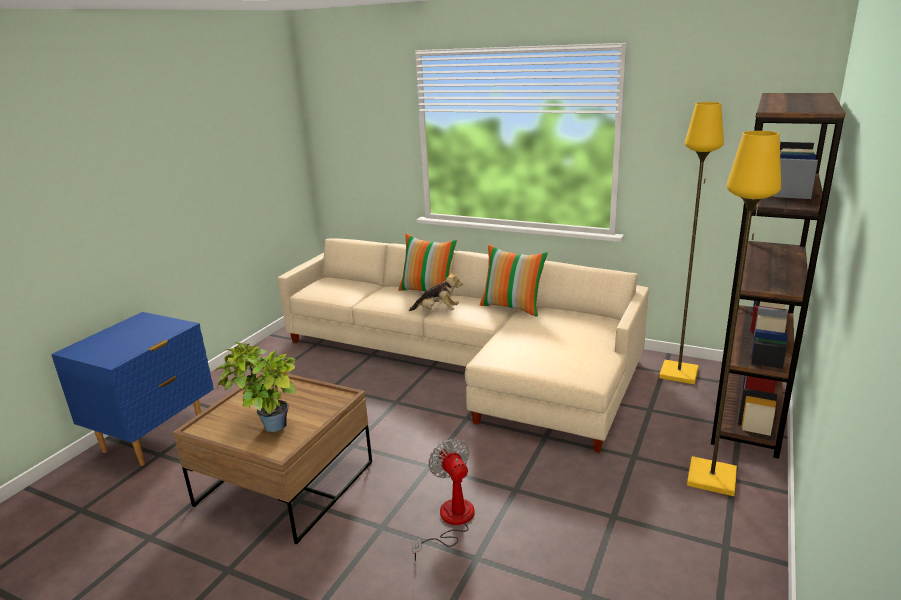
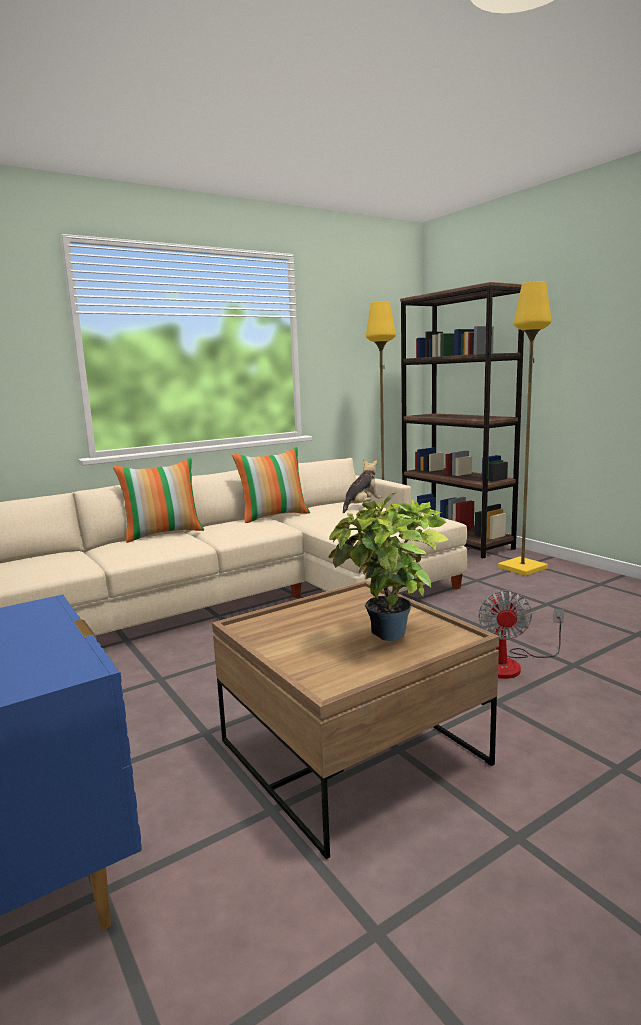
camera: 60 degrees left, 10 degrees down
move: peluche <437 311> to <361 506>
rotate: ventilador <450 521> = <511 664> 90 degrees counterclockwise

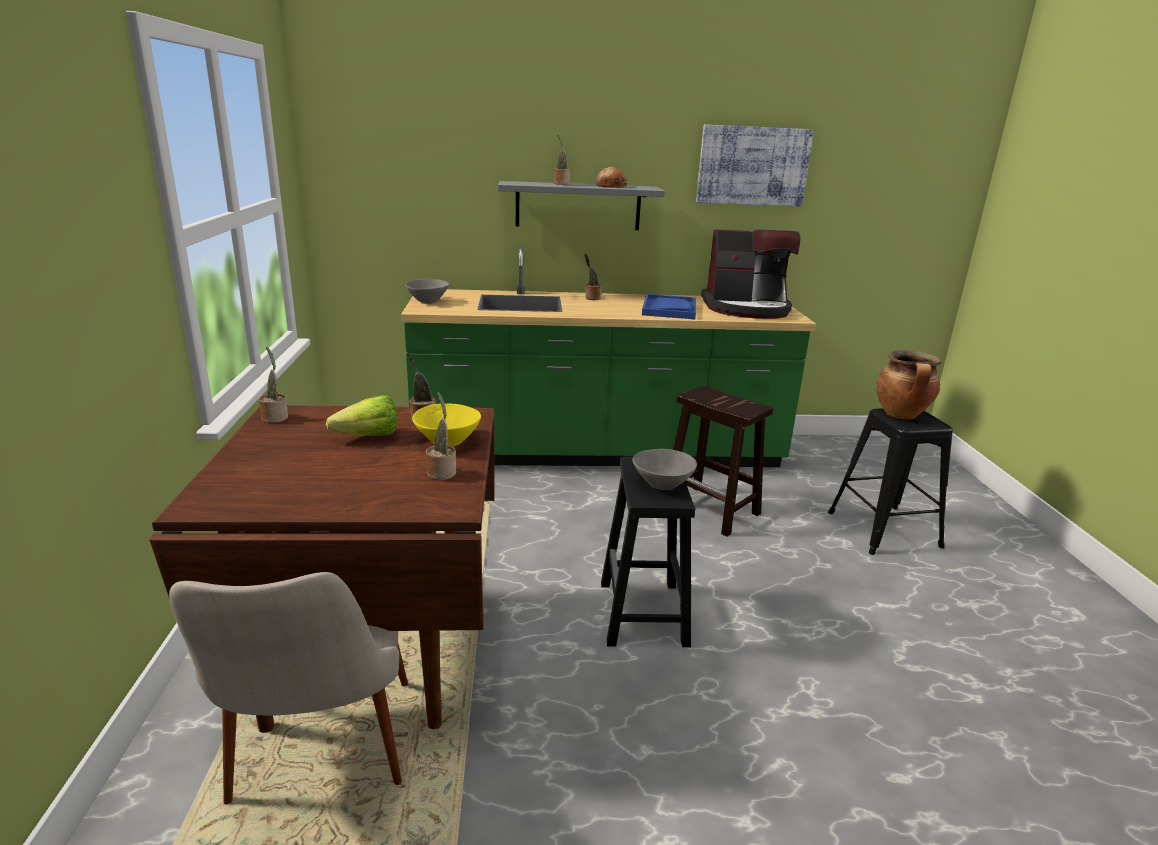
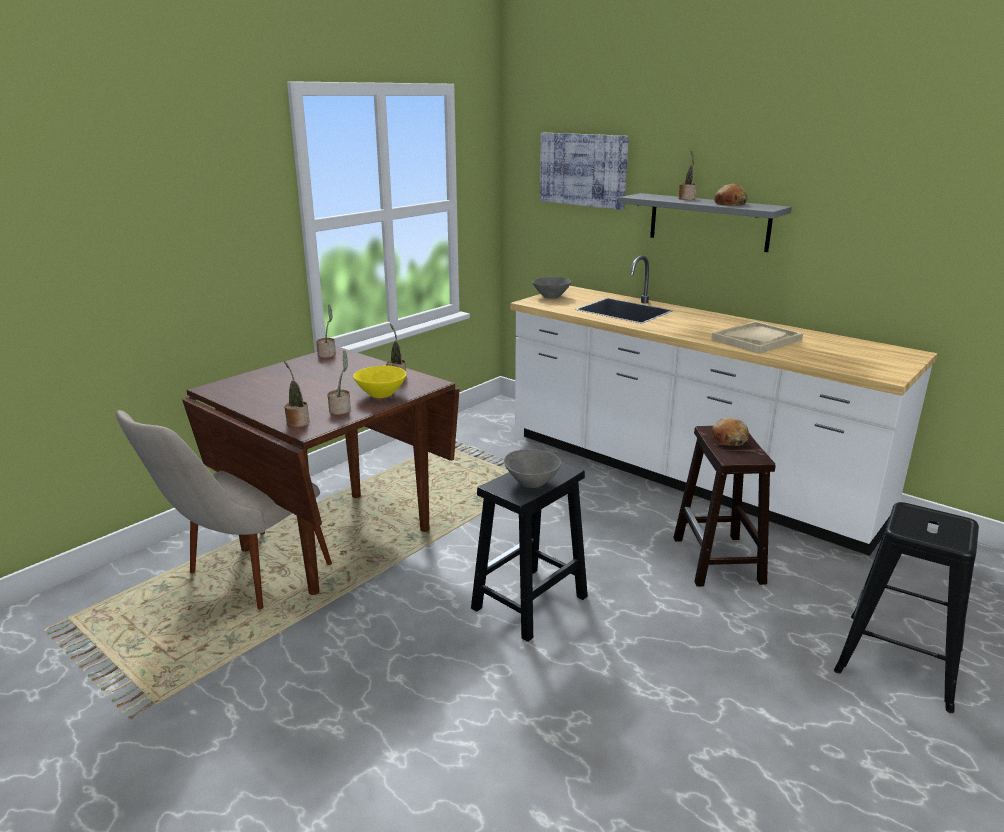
camera: 45 degrees right, 0 degrees up
delete: lechuga <363 437>; cafetera <746 308>; olla <901 415>
insert: pan <728 439>
move: planta en maceta <591 298> to <297 422>; cuadro <753 166> to <583 170>
recolor: mueble bajo de cocina [verde] <598 453> to mueble bajo de cocina [blanco] <684 477>; bandeja [azul] <669 309> to bandeja [beis] <756 339>

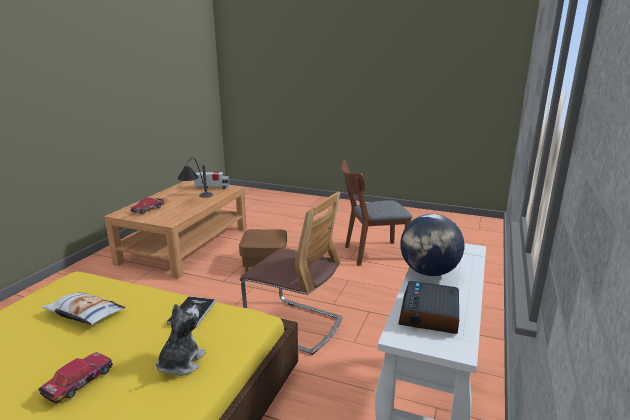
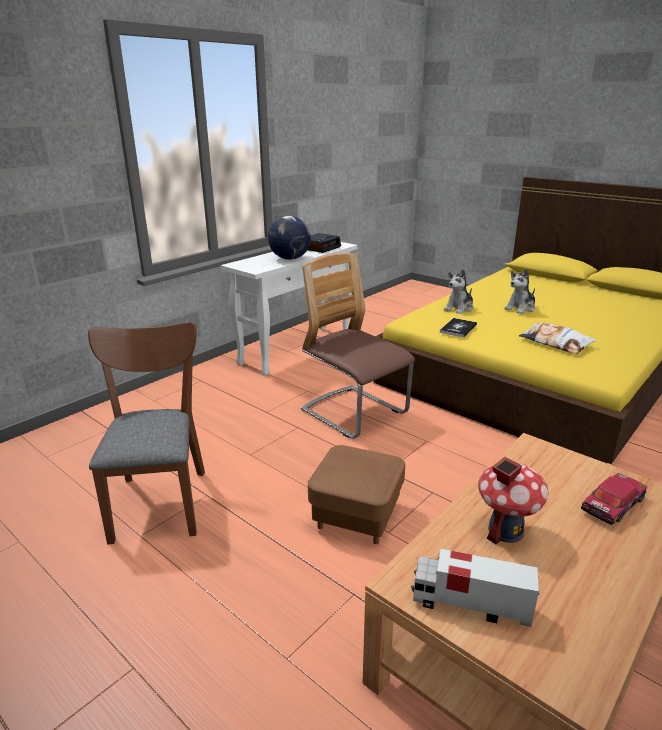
camera: 160 degrees left, 5 degrees up
replace: coche de juguete <78 382> to peluche <520 308>; lámpara de mesa <196 199> to casita <505 530>
rotate: silla [marrón] <371 253> = <160 498> 105 degrees counterclockwise

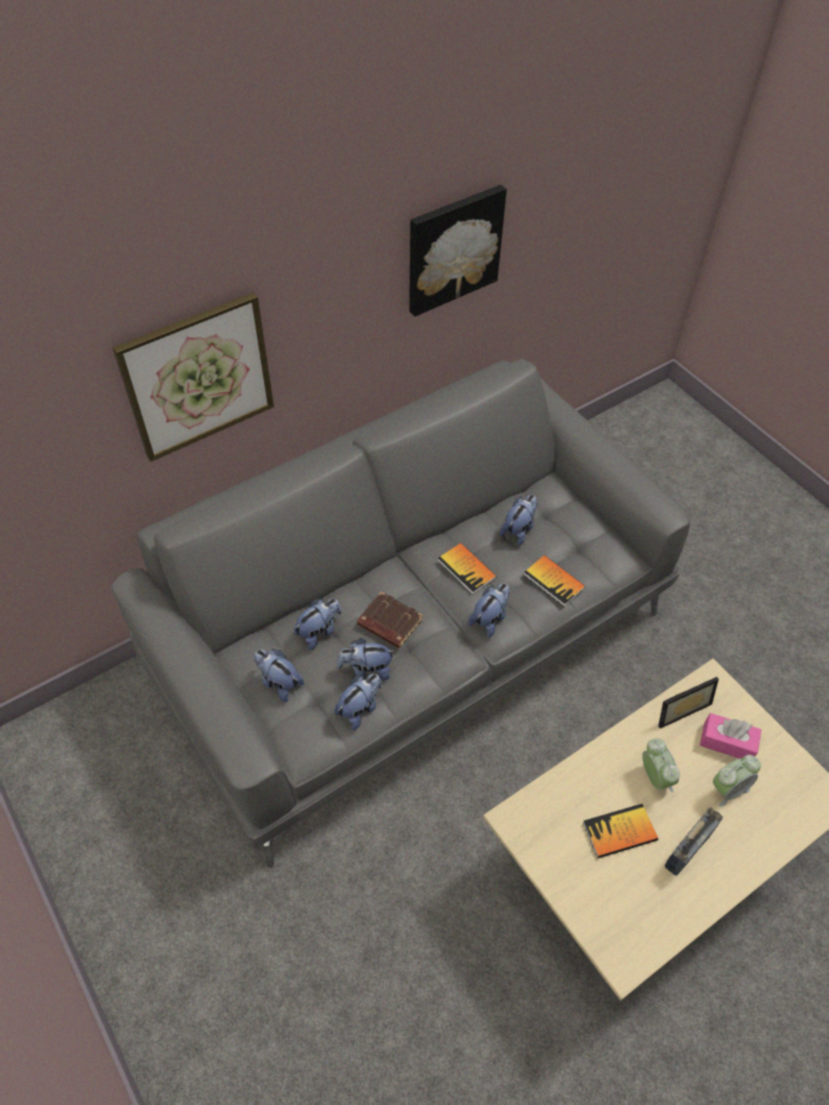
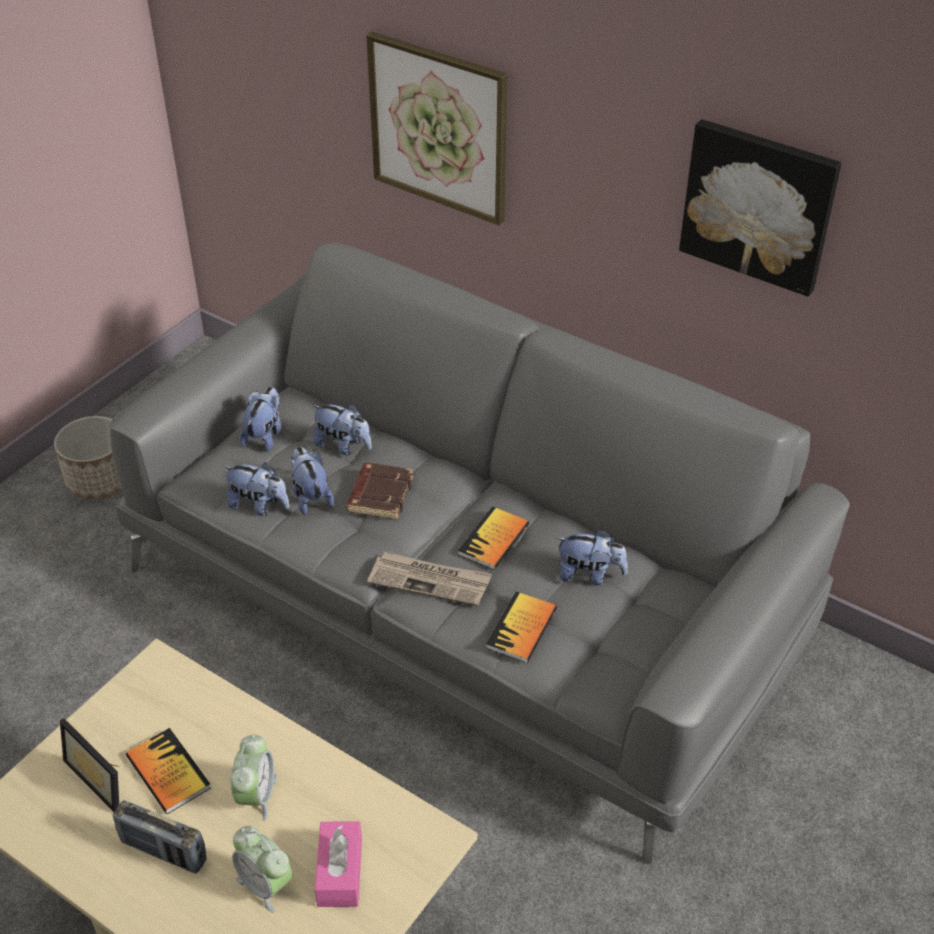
camera: 70 degrees right, 10 degrees down
insert: maceta <99 480>
move: portarretratos <679 707> to <103 776>
replace: peluche <490 619> to periódico <430 581>
rotate: despertador <655 777> = <256 795> 45 degrees counterclockwise

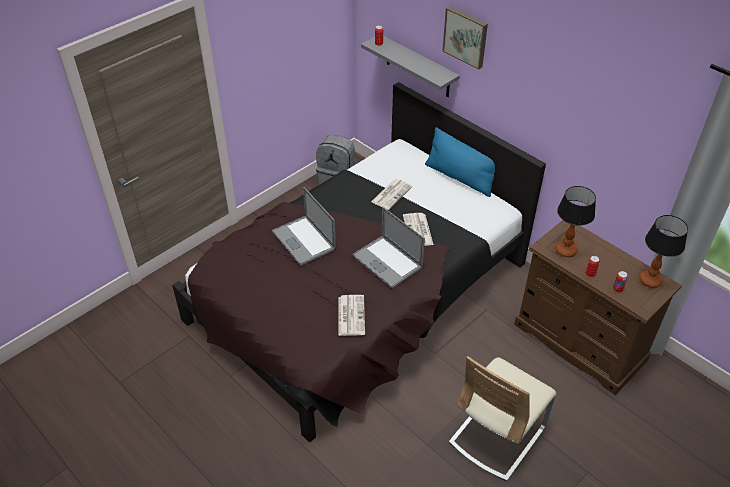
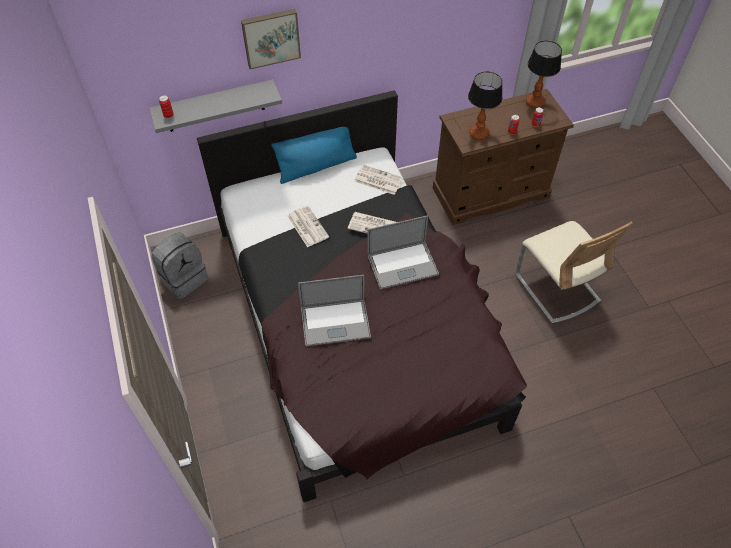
camera: 65 degrees left, 10 degrees up
move: periódico <351 315> to <377 180>

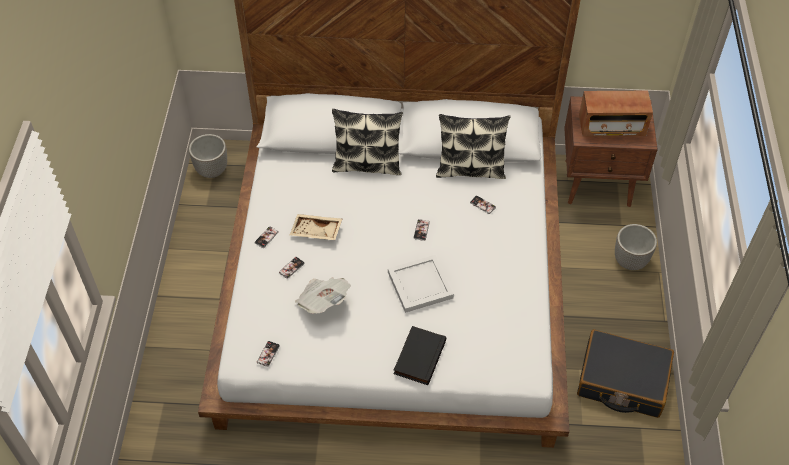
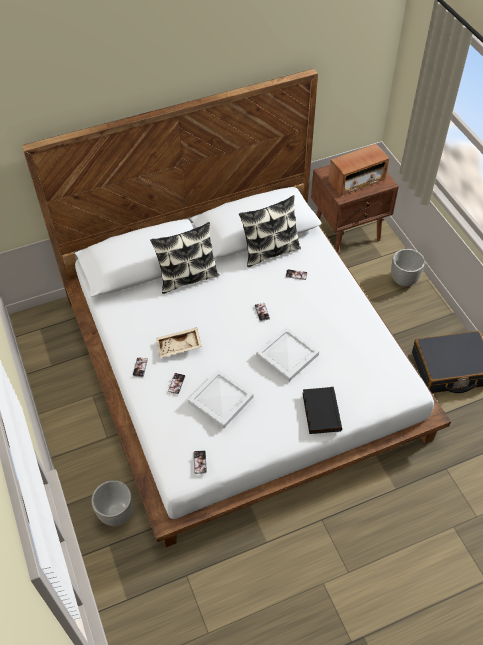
camera: 25 degrees left, 0 degrees up
move: maceta <212 170> to <117 513>
replace: periódico <323 301> to bandeja [blanco] <219 400>

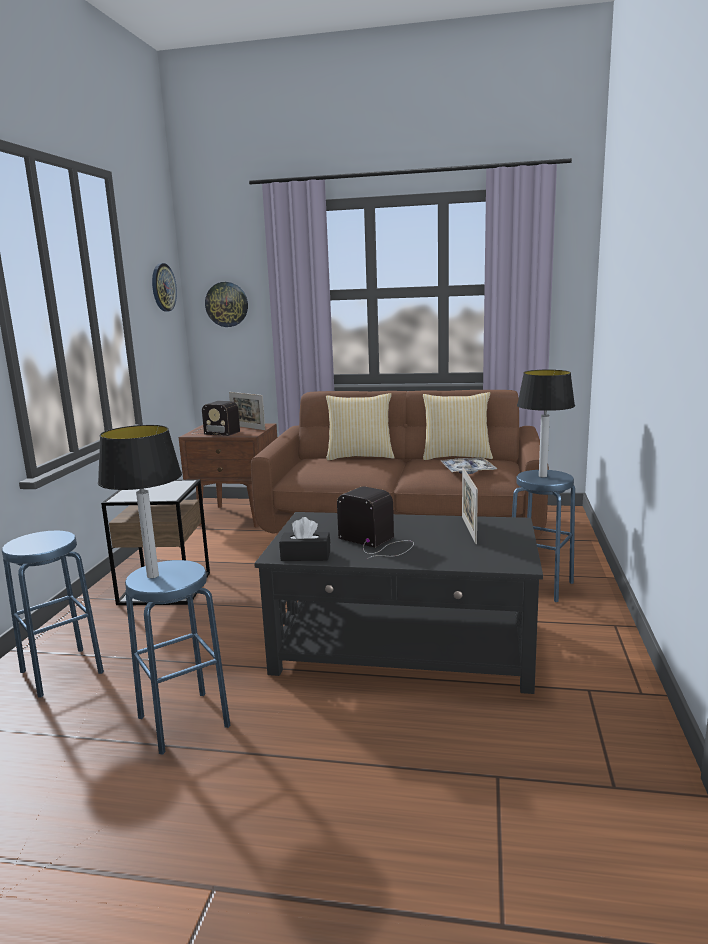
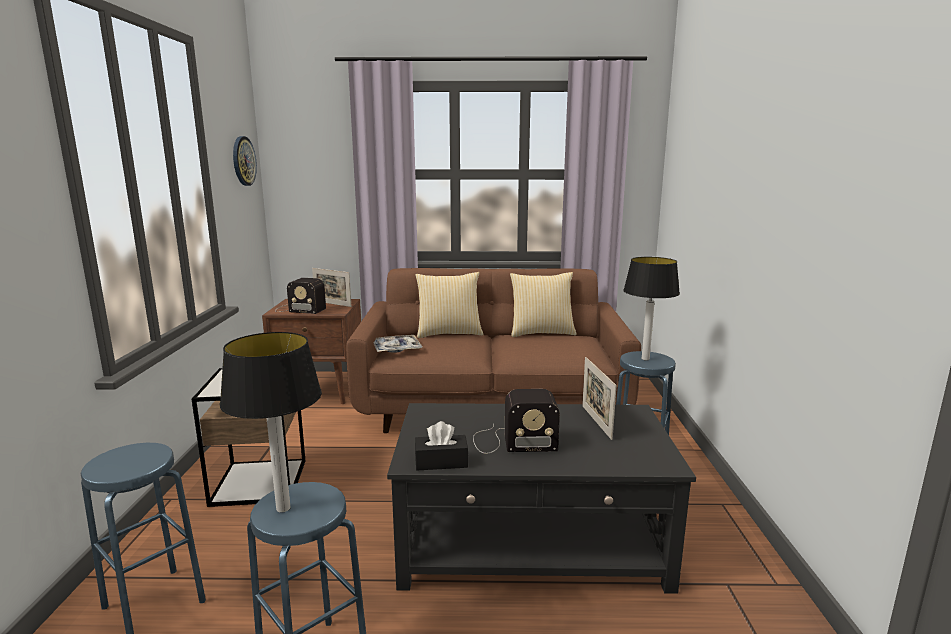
camera: 10 degrees left, 0 degrees up
delete: reloj de pared <227 304>
move: bandeja <467 471> to <396 349>
rotate: radio <377 543> = <511 441> 150 degrees clockwise

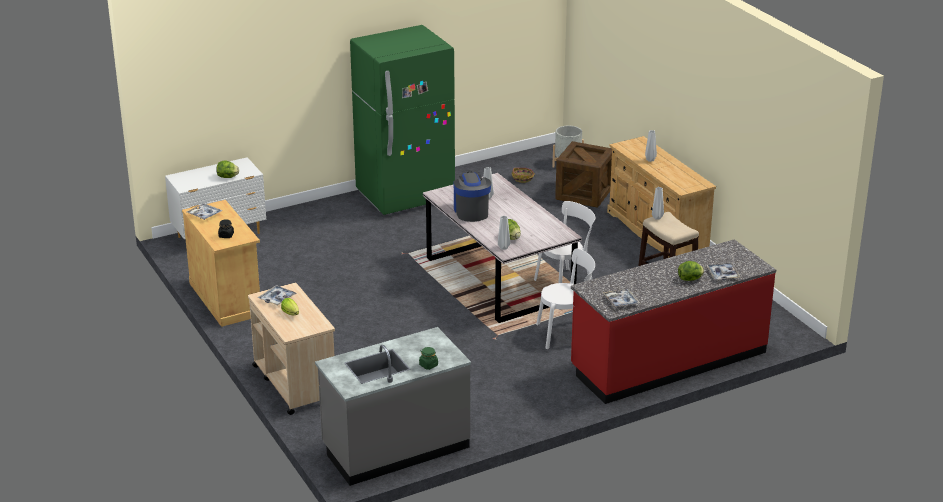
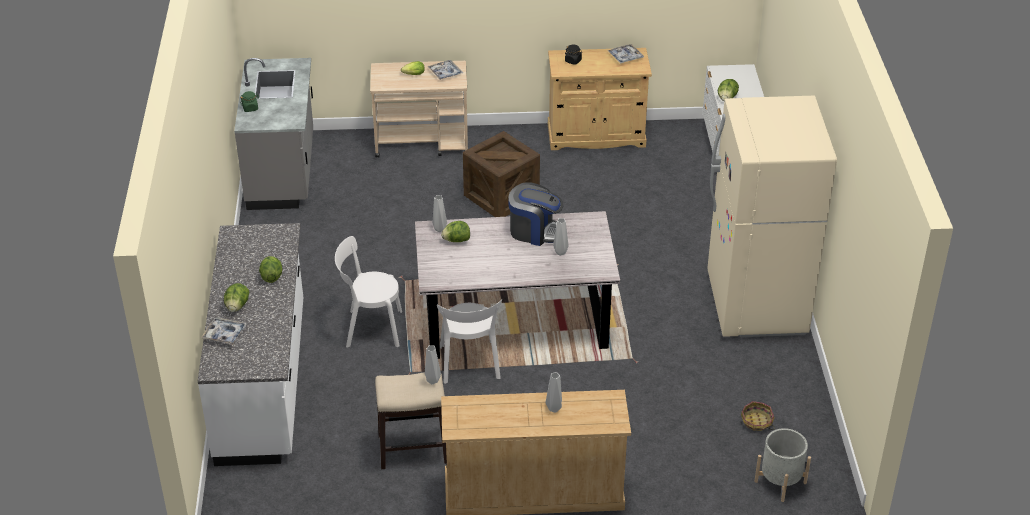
camera: 115 degrees right, 10 degrees up
delete: bandeja <620 301>
insert: lechuga <271 277>
move: caja de embalaje <584 194> to <501 197>
recolor: nevera [verde] <405 196> to nevera [beis] <756 305>; mueble bajo de cocina [rojo] <668 361> to mueble bajo de cocina [blanco] <263 382>
rotate: silla [blanco] <566 334> = <370 328> 75 degrees clockwise

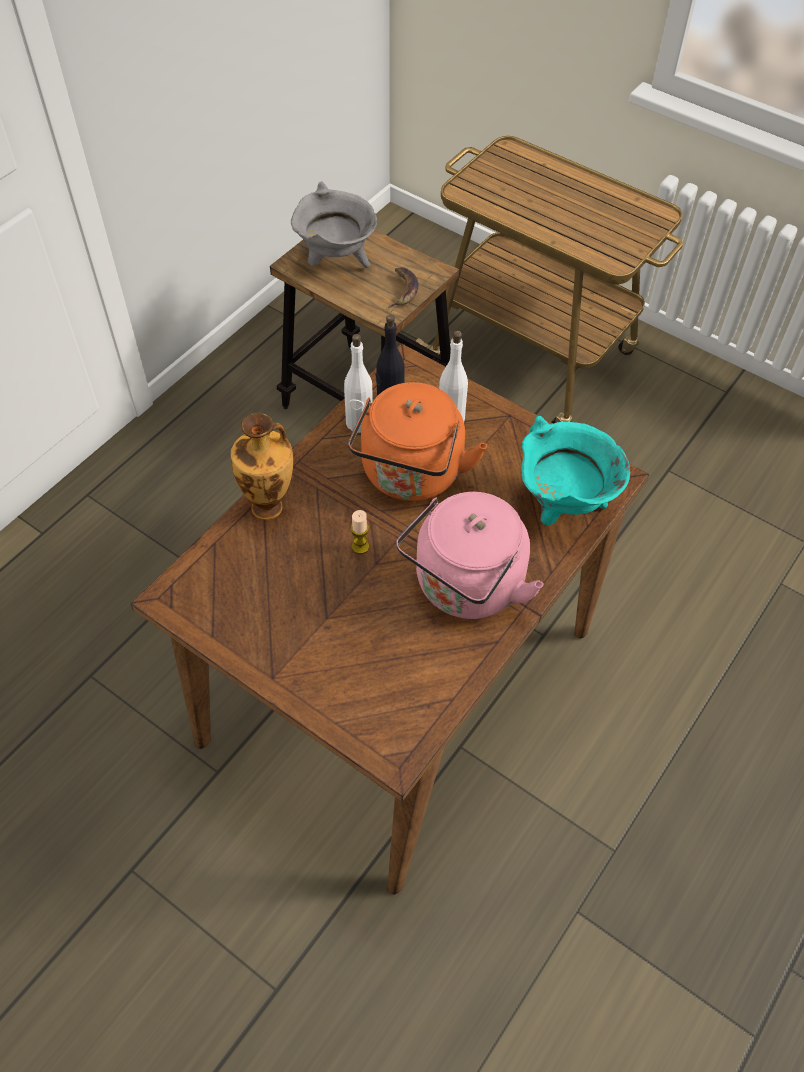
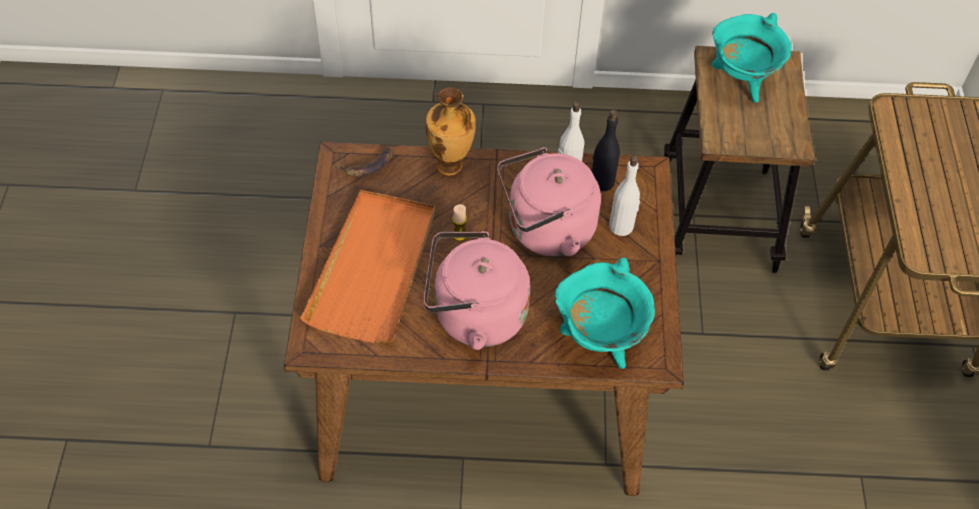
camera: 55 degrees right, 0 degrees up
insert: bandeja [naranja] <374 268>
move: plátano <403 289> to <369 165>
recolor: olla [gris] <336 261> to olla [turquesa] <741 80>; hervidor [naranja] <411 476> to hervidor [rosa] <546 231>

